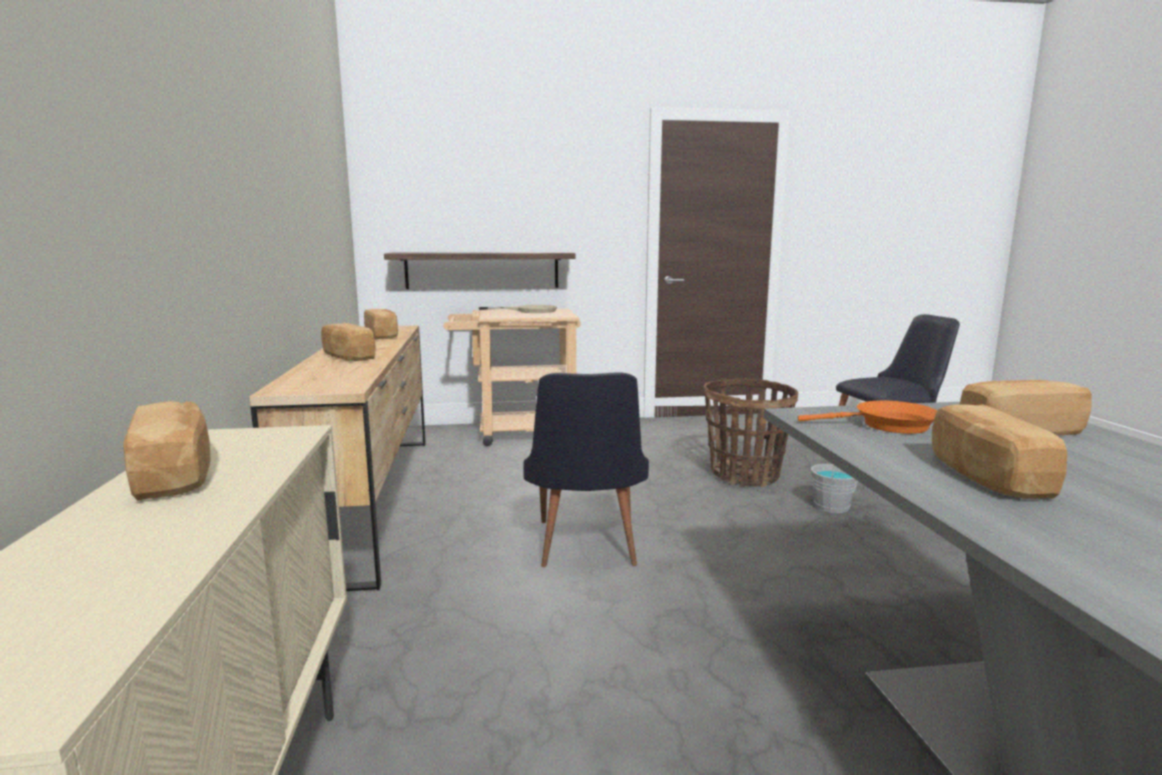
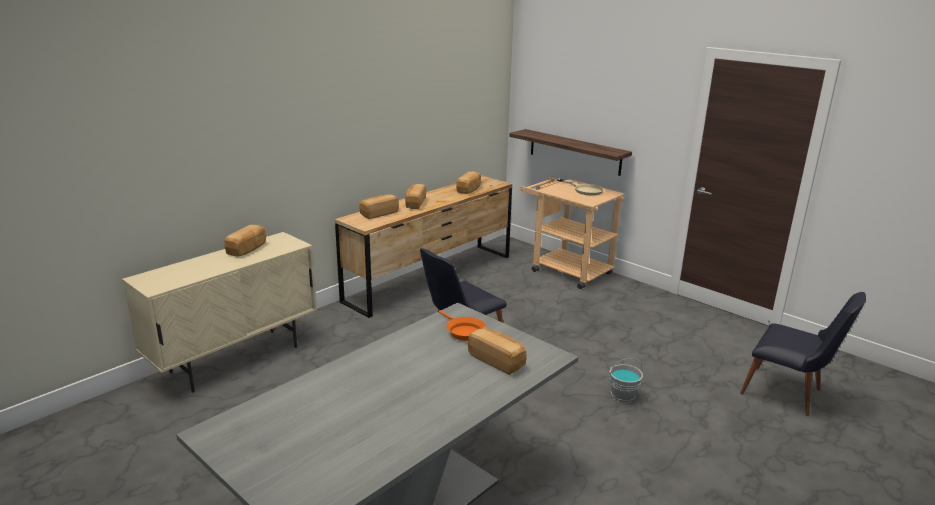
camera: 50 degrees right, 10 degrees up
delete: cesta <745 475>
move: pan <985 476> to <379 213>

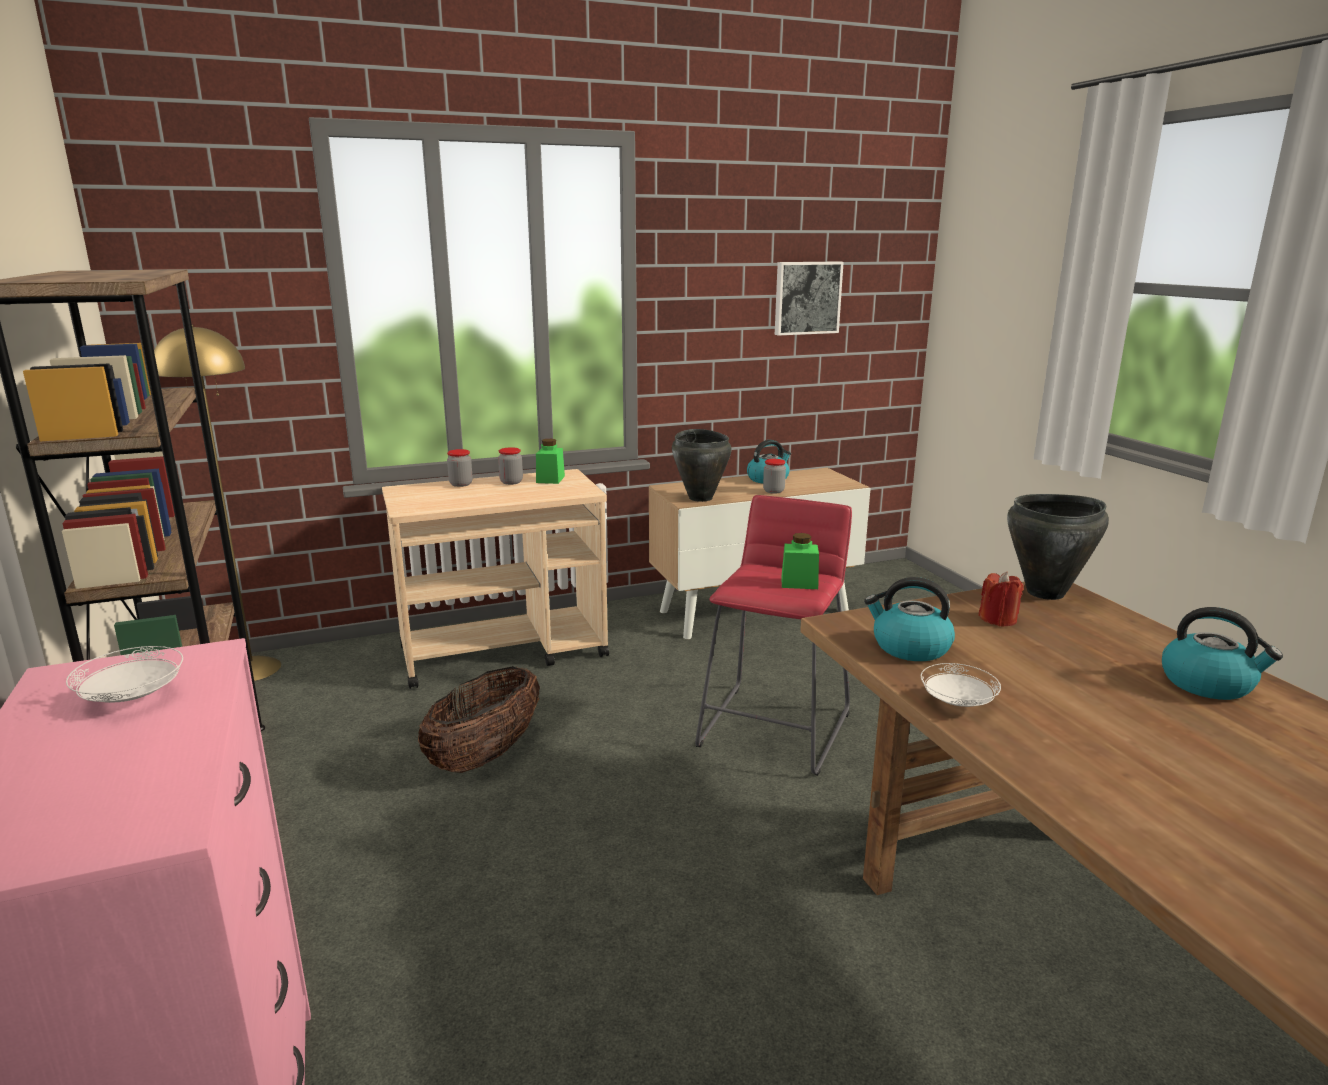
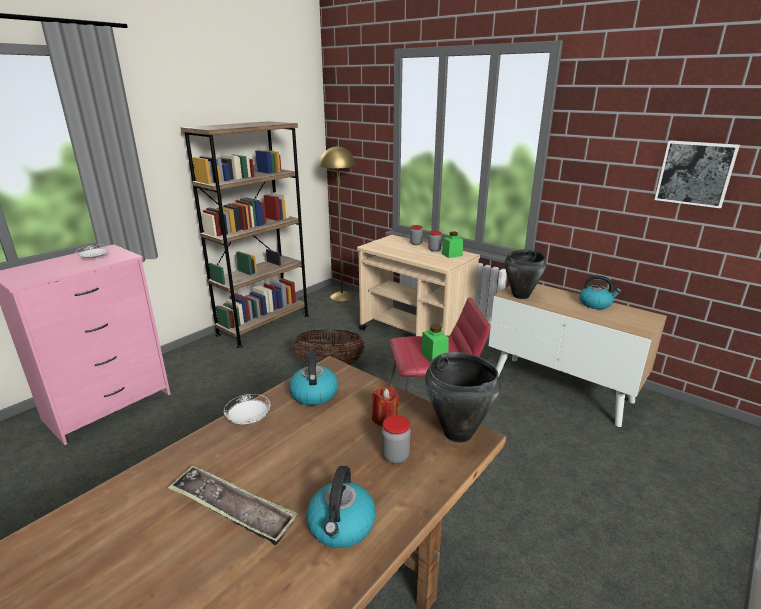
camera: 60 degrees right, 5 degrees up
insert: bandeja <232 509>
move: tarro <773 491> to <395 456>

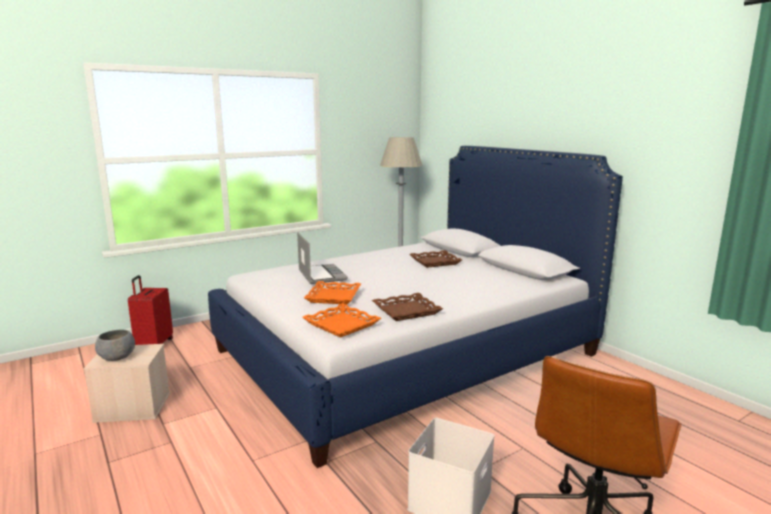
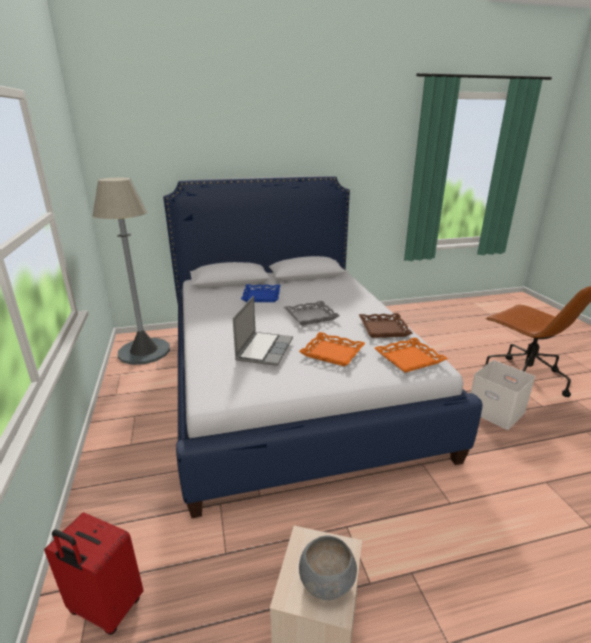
camera: 70 degrees left, 10 degrees up
insert: bandeja [gris] <311 316>
recolor: bandeja [marrón] <435 262> to bandeja [azul] <261 296>
rotate: portátil <321 275> = <264 349> 105 degrees clockwise

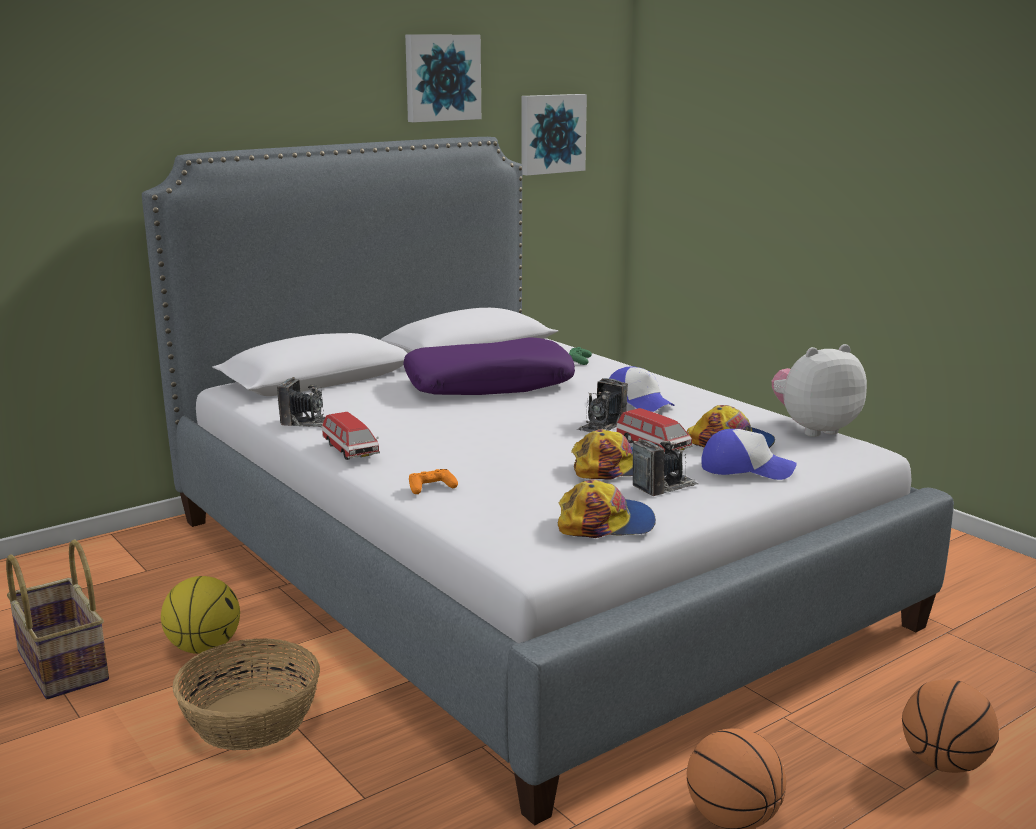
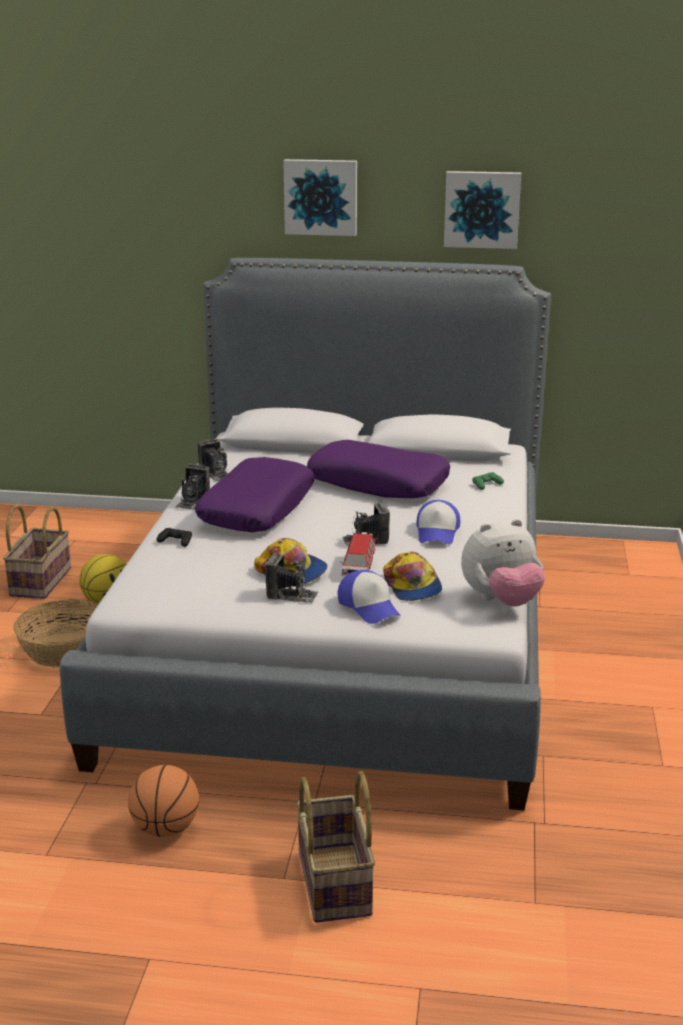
camera: 45 degrees right, 5 degrees up
delete: gorra <605 523>
insert: cojín [morado] <256 509>
move: cuadro <551 133> to <321 197>
replace: coche de juguete <350 450> to cámara <193 501>; balón de baloncesto <944 764> to cesta <336 883>
recolor: mando de consola [naranja] <431 487> to mando de consola [negro] <176 541>
rotate: peluche <814 429> = <501 601> 135 degrees clockwise

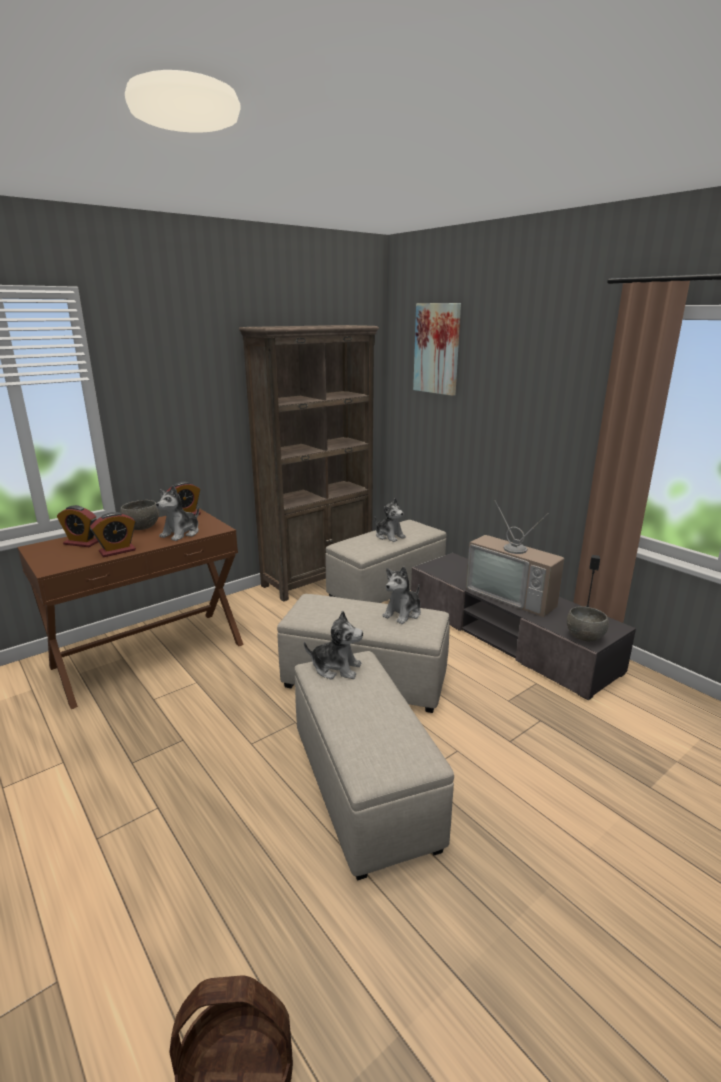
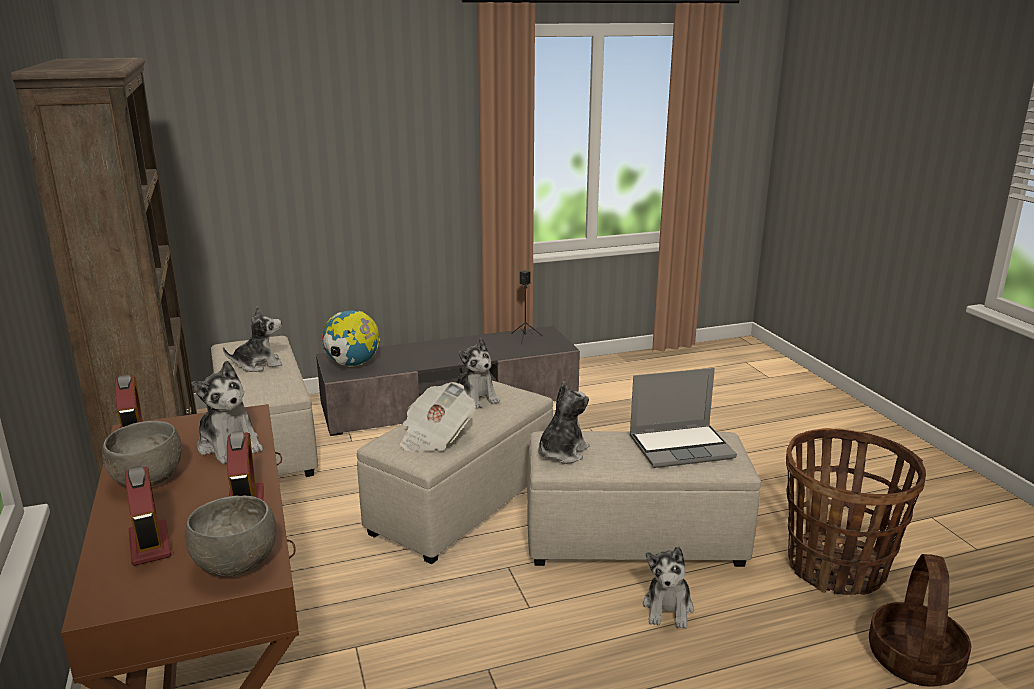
camera: 70 degrees left, 0 degrees up
delete: cuadro <437 349>; televisor <514 595>
insert: globo terráqueo <352 365>; periódico <435 437>; portátil <681 447>; peluche <668 608>; cesta <836 567>
move: cuenco [gris] <585 638> to <237 564>
rotate: despertador <81 543> = <150 544> 60 degrees counterclockwise

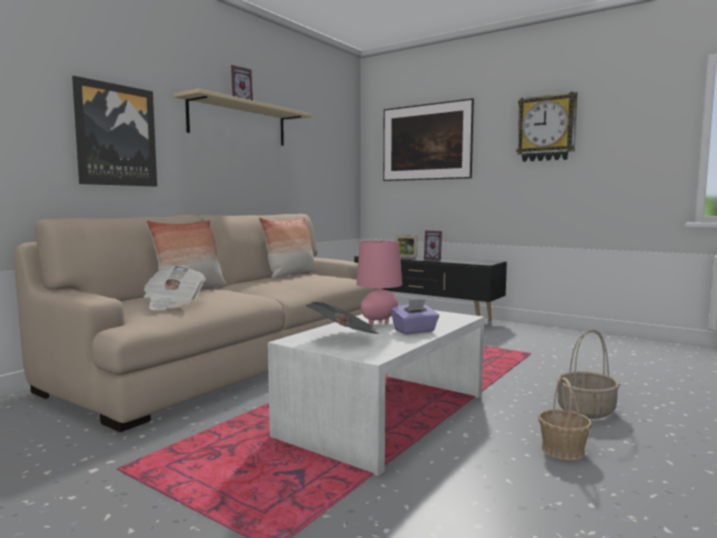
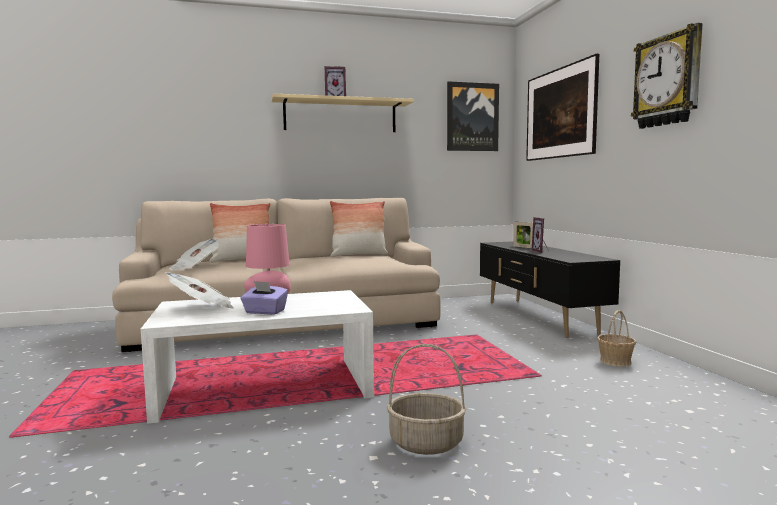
camera: 40 degrees right, 0 degrees up
move: cuadro <116 135> to <472 117>; cesta <562 450> to <615 361>

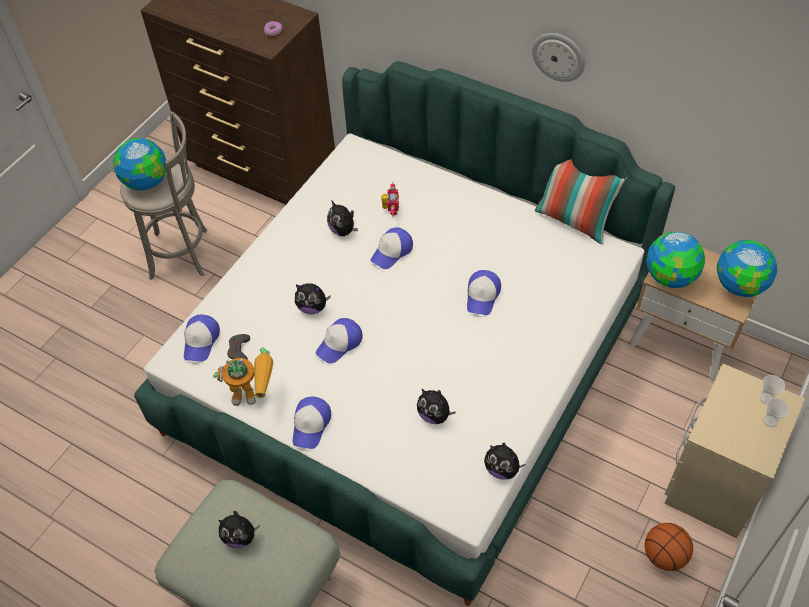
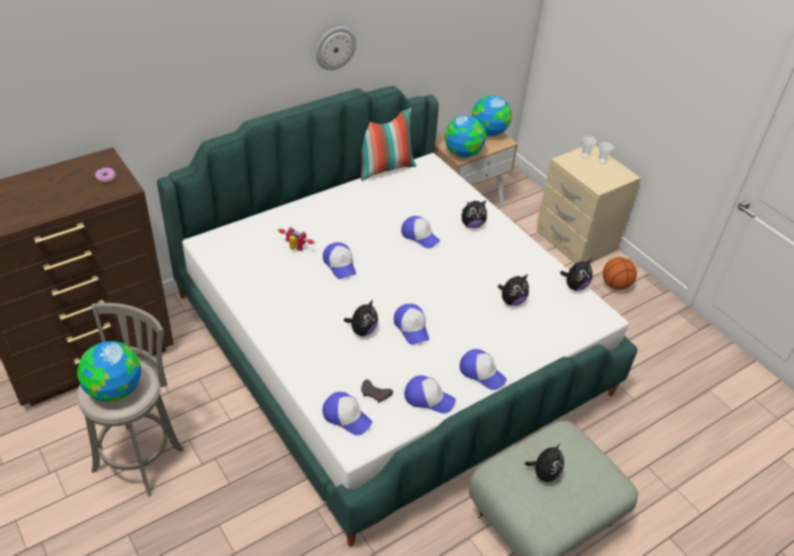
camera: 70 degrees left, 10 degrees down
move: peluche <343 230> to <472 225>
replace: robot de juguete <254 393> to gorra <428 398>

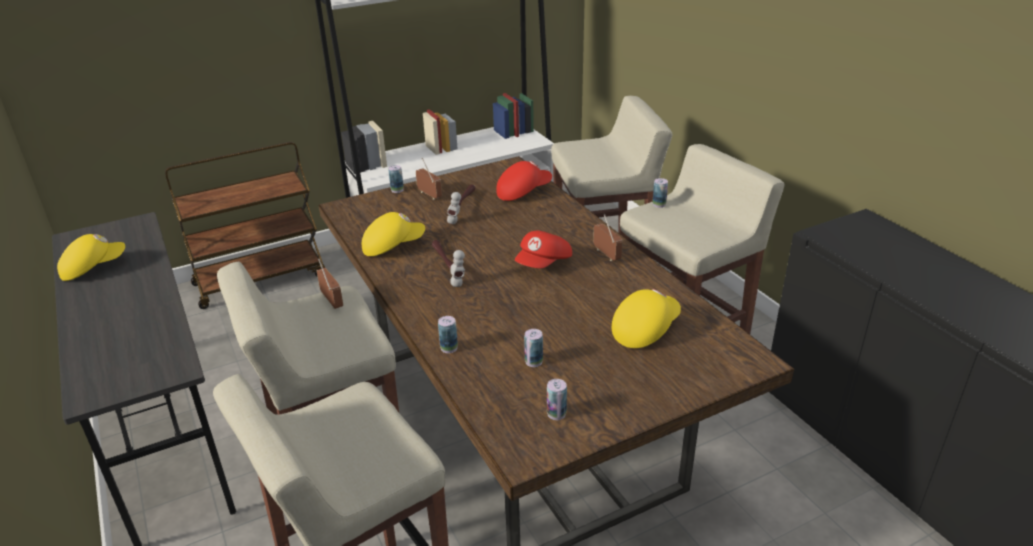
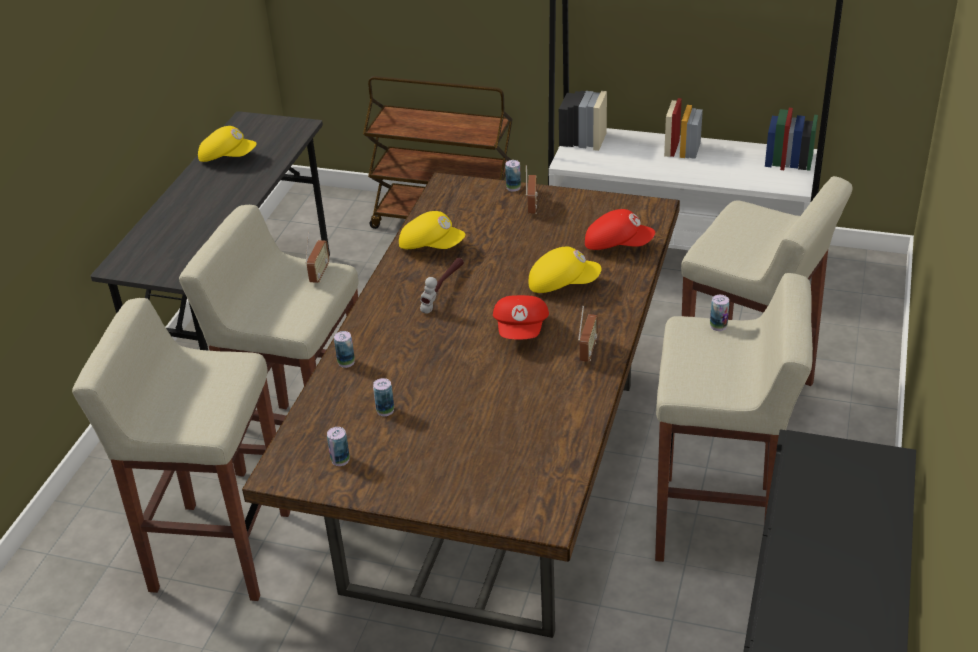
camera: 45 degrees right, 5 degrees up
delete: martillo <462 208>
move: gorra [amarillo] <644 329> to <562 284>
rotate: gorra [rojo] <544 264> = <522 330> 75 degrees counterclockwise

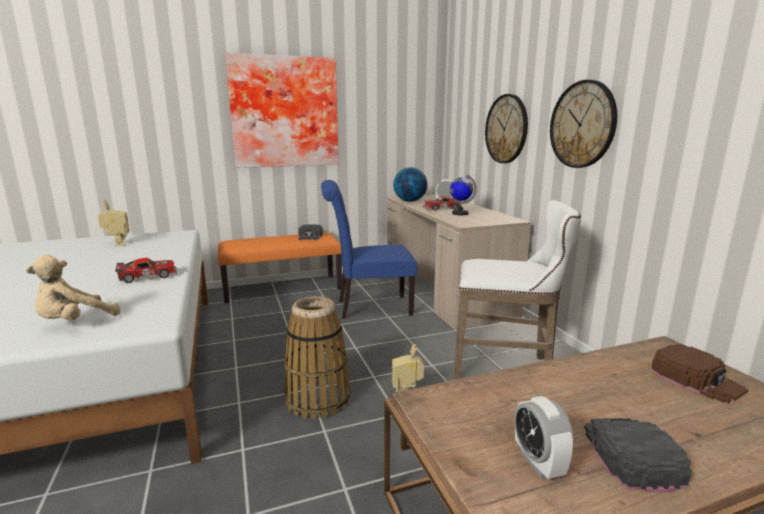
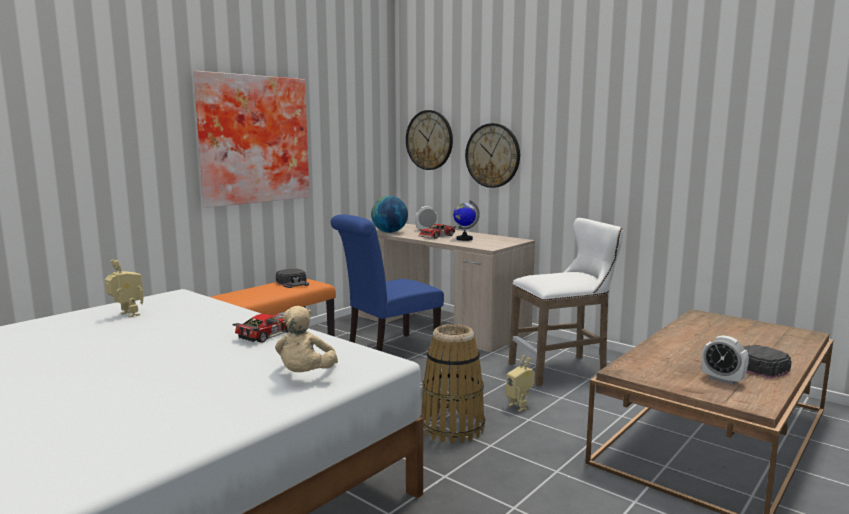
camera: 30 degrees left, 5 degrees down
delete: gorra [marrón] <696 379>
move: reloj de pared <582 124> to <429 140>

